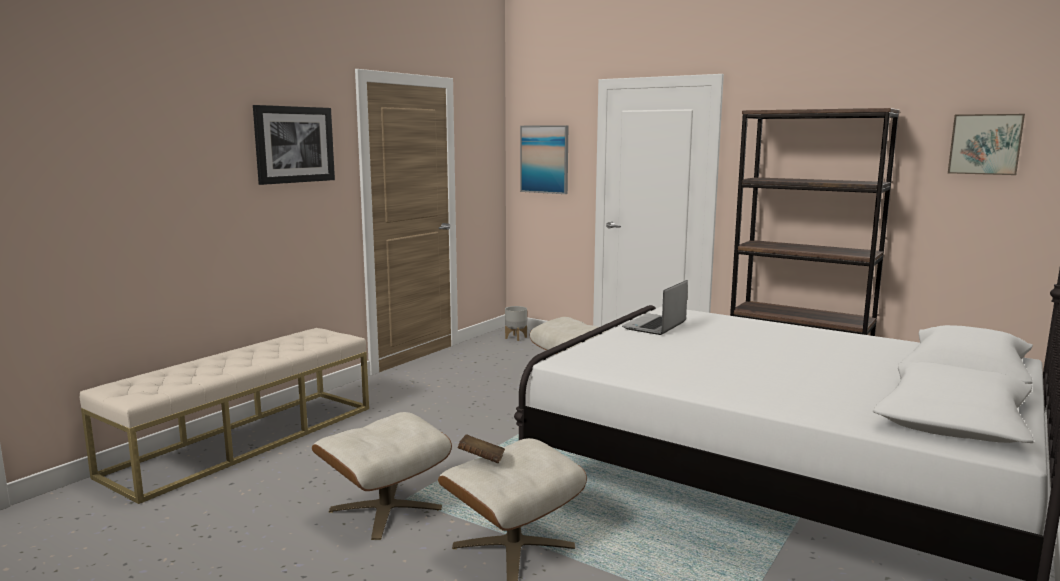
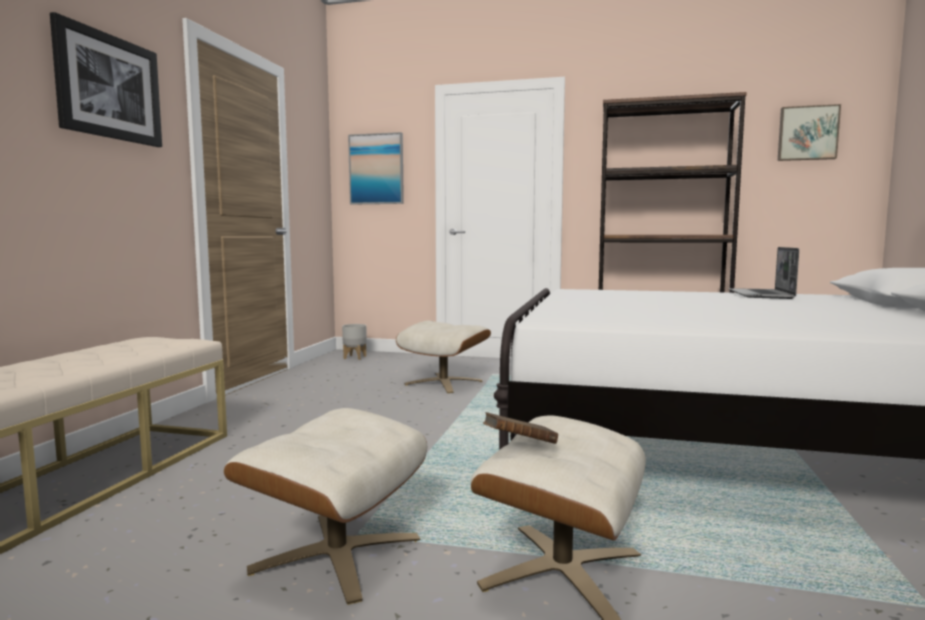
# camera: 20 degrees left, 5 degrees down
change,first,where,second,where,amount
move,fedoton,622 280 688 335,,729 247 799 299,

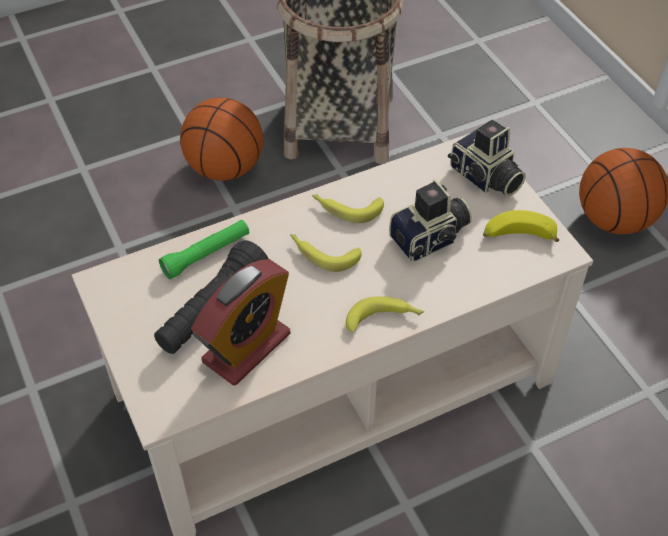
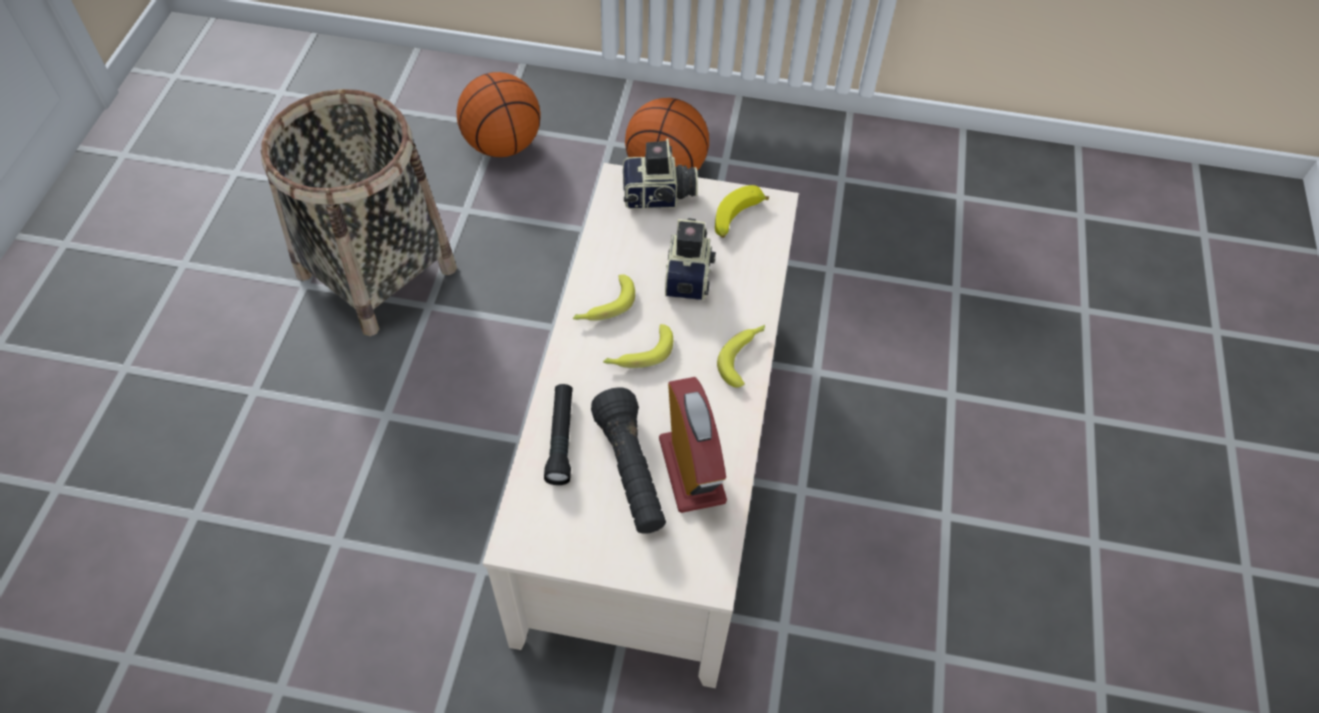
# camera: 55 degrees left, 5 degrees up
change,first,where,second,where,amount
move,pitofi,180 98 263 181,,456 72 541 157,
recolor,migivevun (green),159 220 249 279,migivevun (black),544 384 573 485,

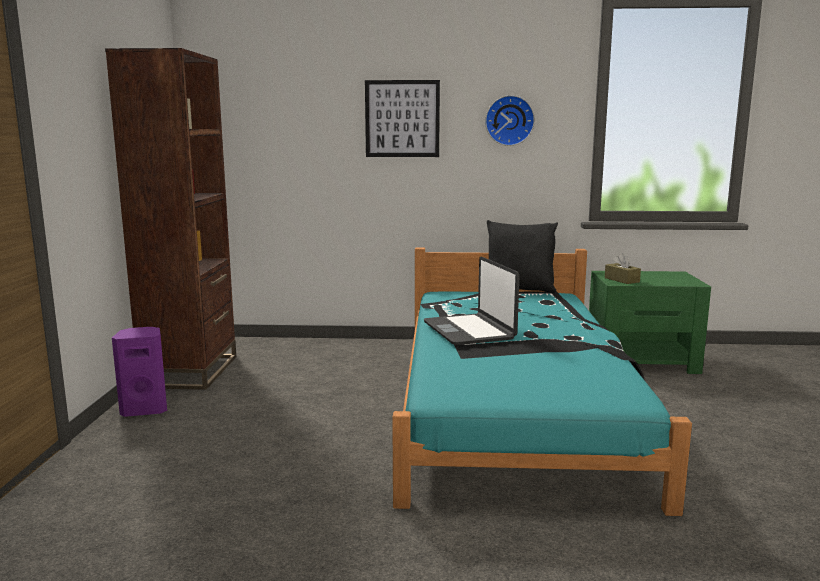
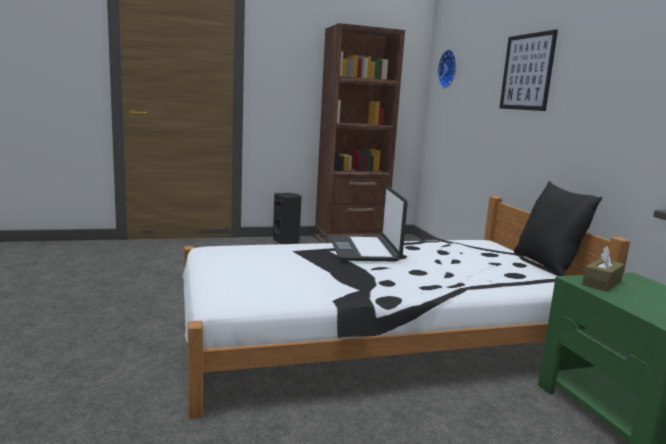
# camera: 70 degrees right, 0 degrees up
change,first,where,second,where,amount
move,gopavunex,485 95 535 146,,437 49 457 88,
recolor,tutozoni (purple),112 327 167 417,tutozoni (black),273 193 301 244,
recolor,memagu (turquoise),392 247 692 516,memagu (white),182 196 630 418,
rotate,fedoton,424 256 520 345,,329 185 408 262,60 degrees counterclockwise

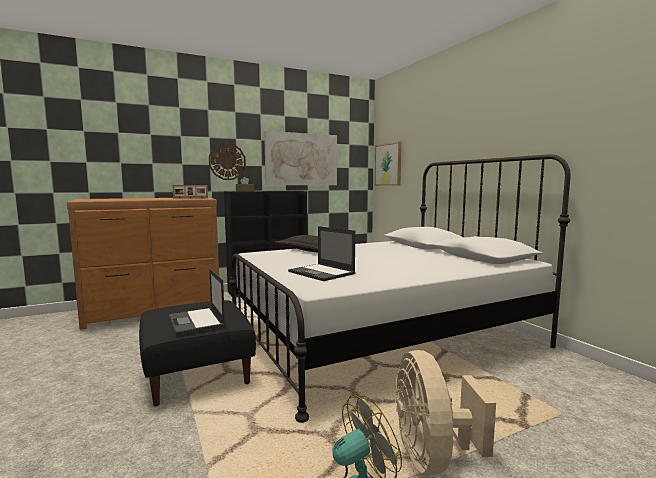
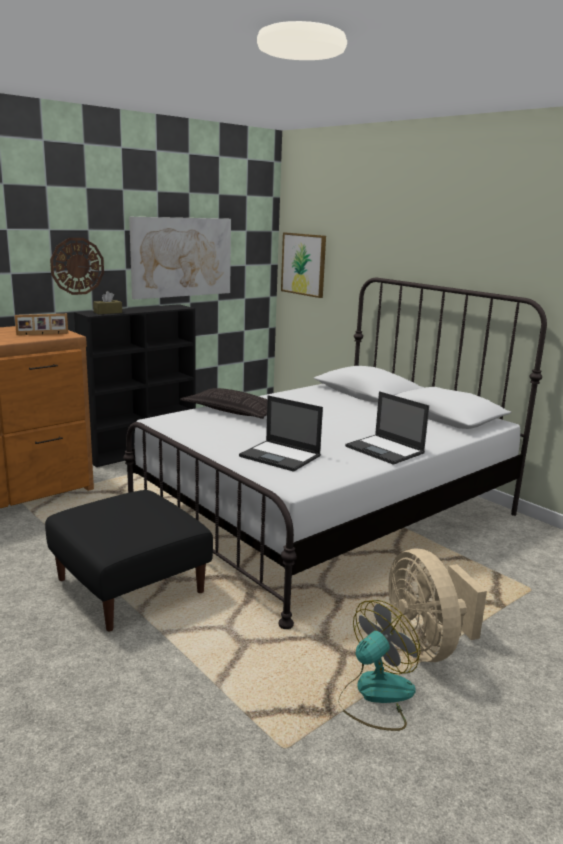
# camera: 15 degrees left, 10 degrees up
change,first,where,second,where,amount
move,fedoton,168 268 226 335,,345 391 429 465,

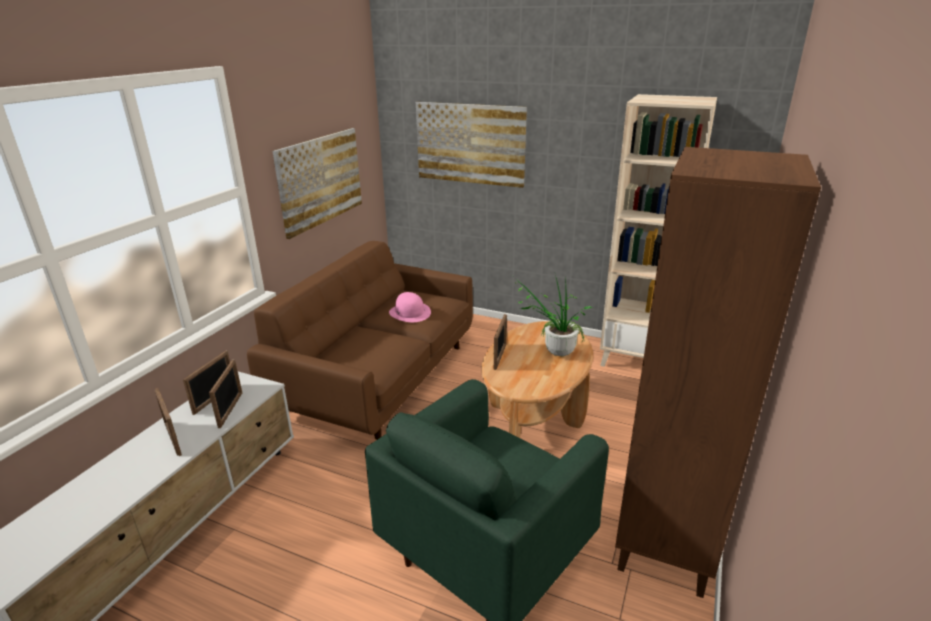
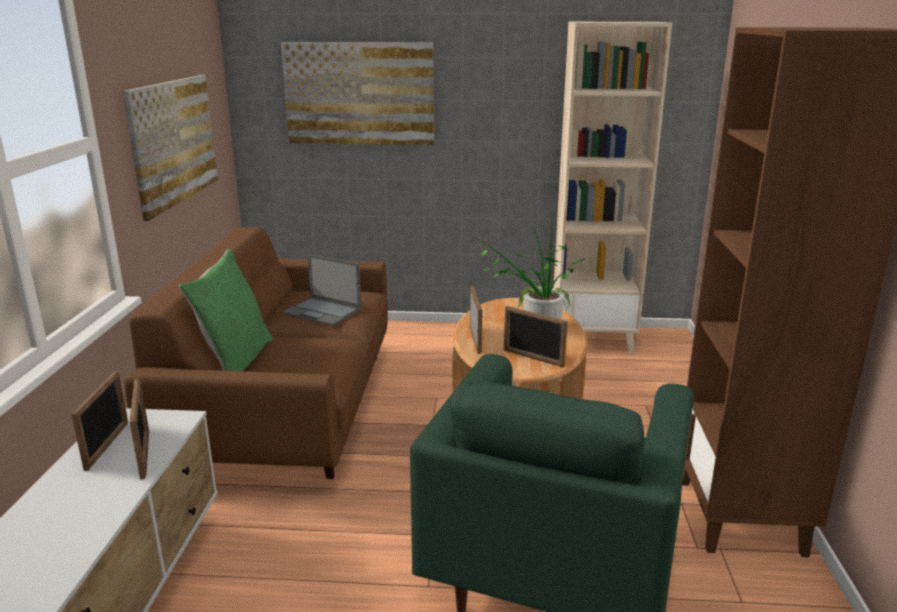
# camera: 20 degrees left, 5 degrees down
change,first,where,second,where,amount
insert,,,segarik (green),179 249 273 371,
move,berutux,155 388 182 456,,504 306 568 367,
replace,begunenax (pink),389 292 431 322,fedoton,282 254 361 326,

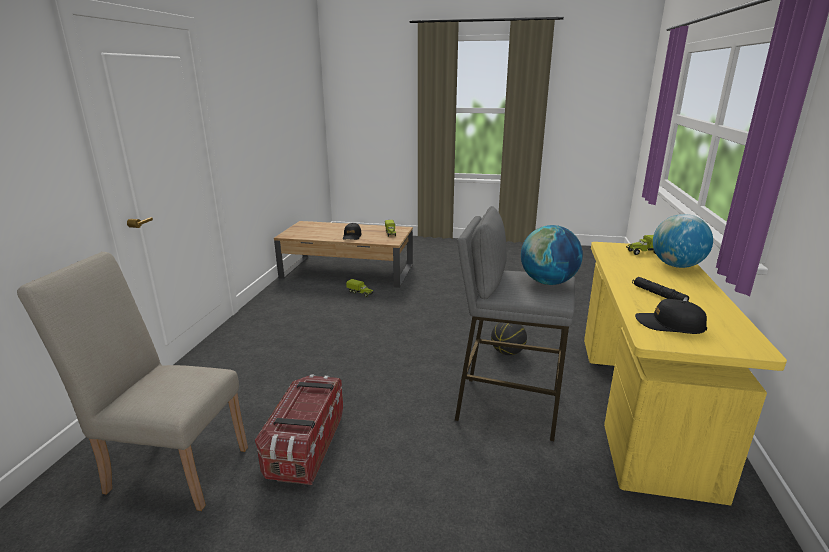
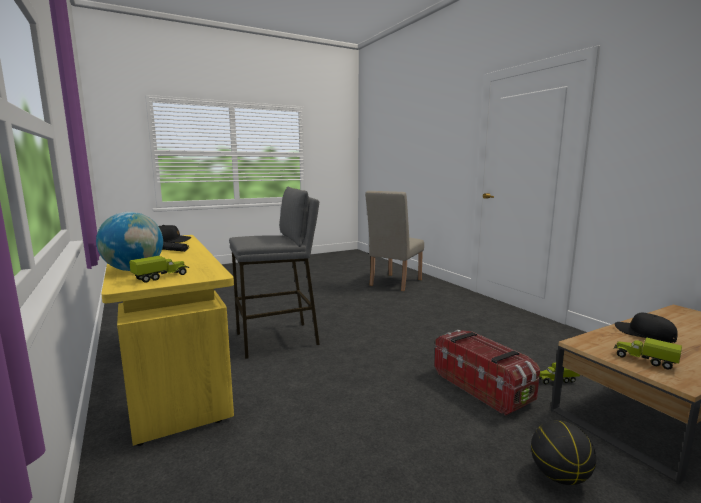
# camera: 140 degrees right, 10 degrees down
change,first,where,second,where,amount
delete,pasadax,521 225 583 285,,,
move,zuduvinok,255 374 343 485,,434 330 540 416,
move,pitofi,491 322 527 355,,531 420 596 485,
rotate,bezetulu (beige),17 252 248 511,,365 191 424 291,150 degrees clockwise

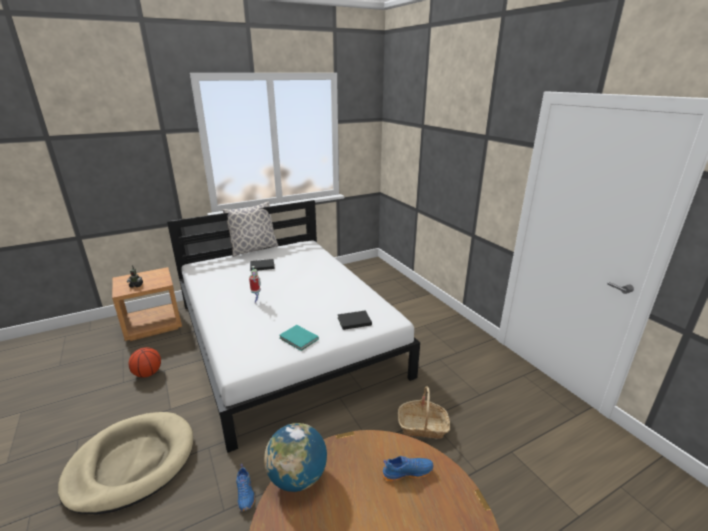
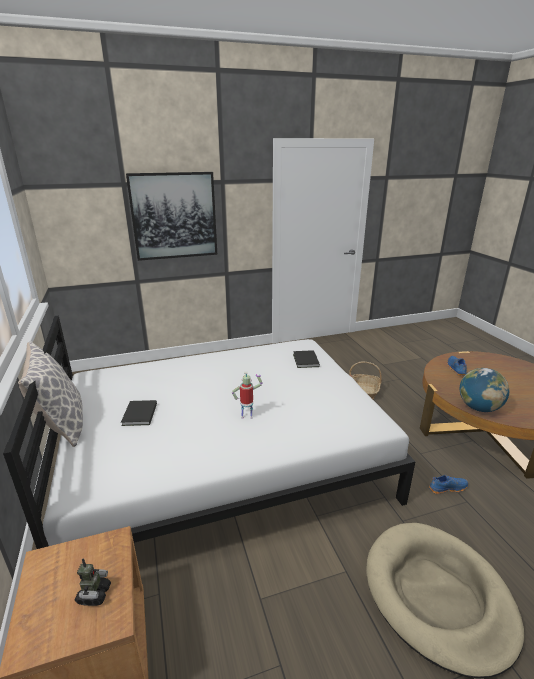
# camera: 80 degrees left, 0 degrees up
change,first,where,second,where,amount
delete,pitofi,128 347 161 378,,,
delete,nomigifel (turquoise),279 325 319 351,,,
insert,,,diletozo,126 172 217 261,

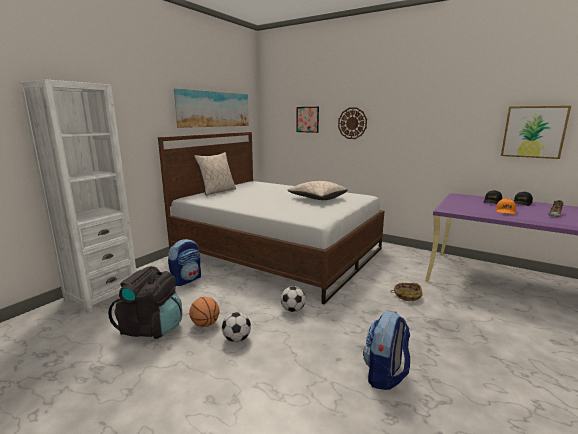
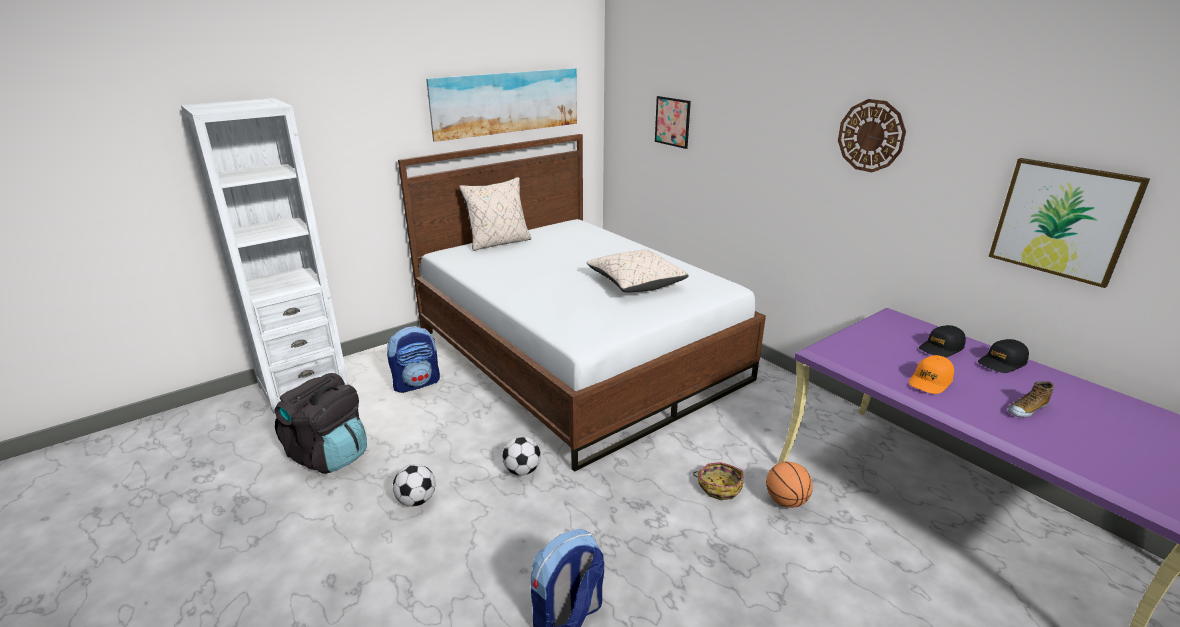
# camera: 20 degrees right, 10 degrees up
change,first,where,second,where,amount
move,pitofi,189 297 220 327,,766 462 813 508,
move,gopavunex,338 108 367 139,,838 99 906 172,

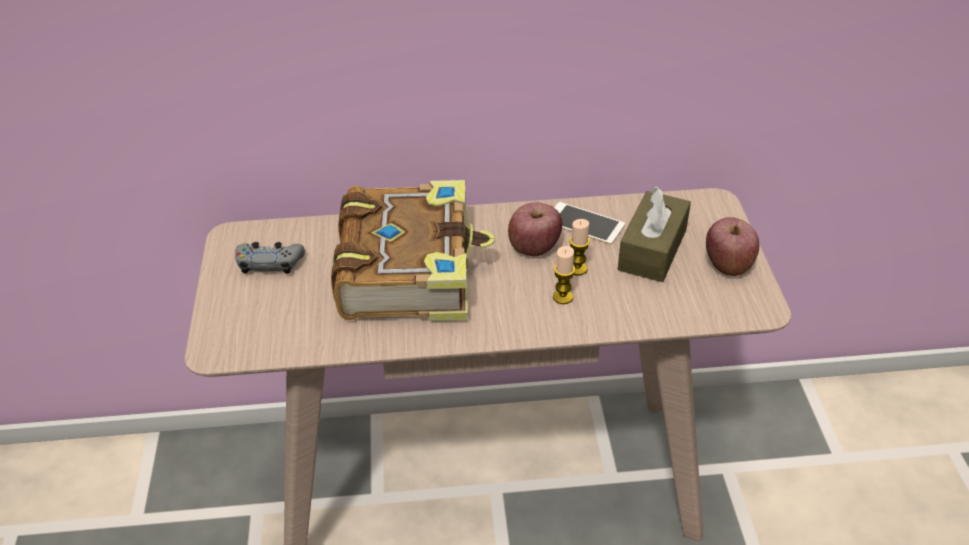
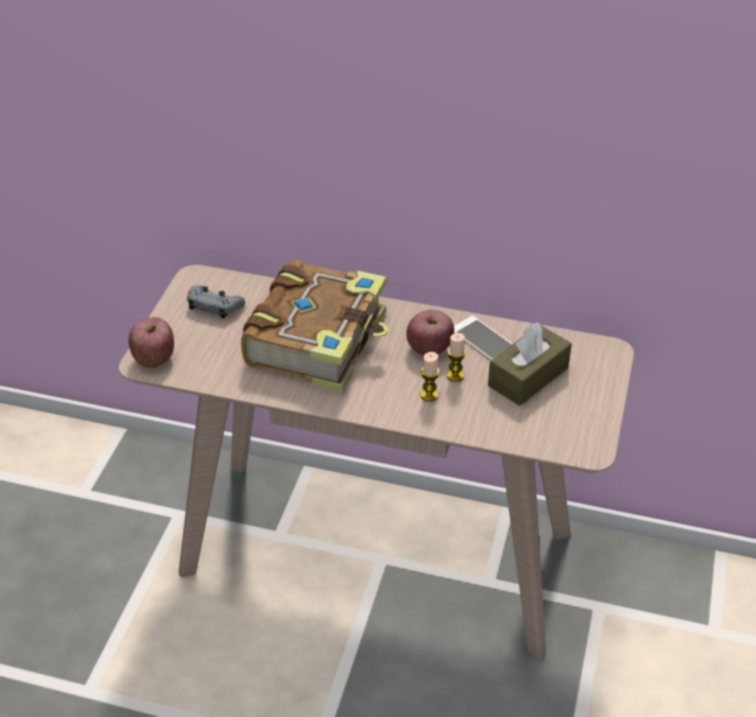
# camera: 20 degrees right, 0 degrees up
change,first,where,second,where,amount
move,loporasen,706 217 759 276,,129 317 174 368,

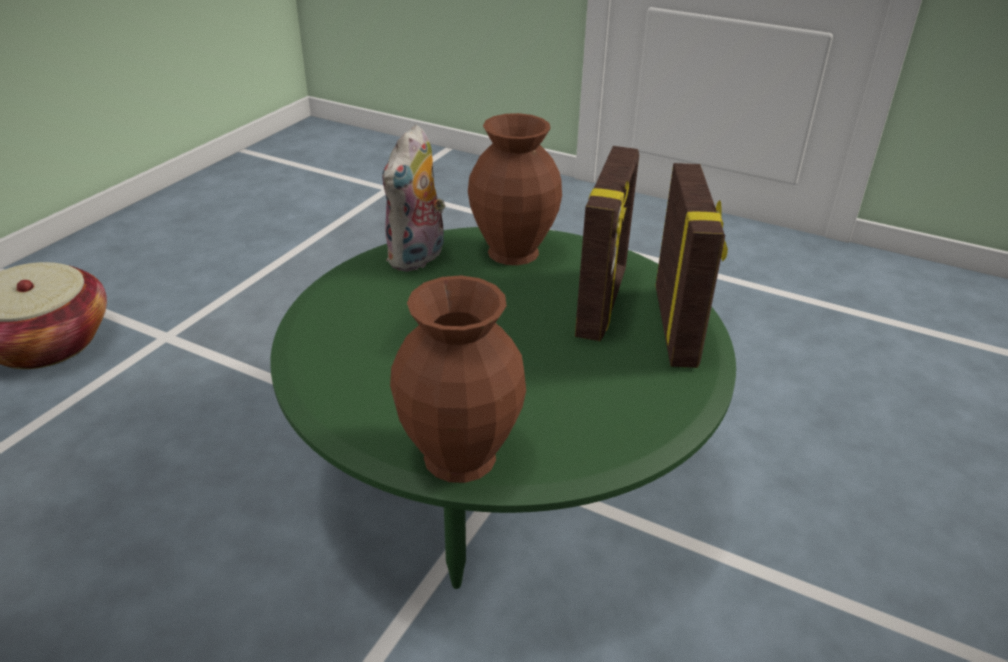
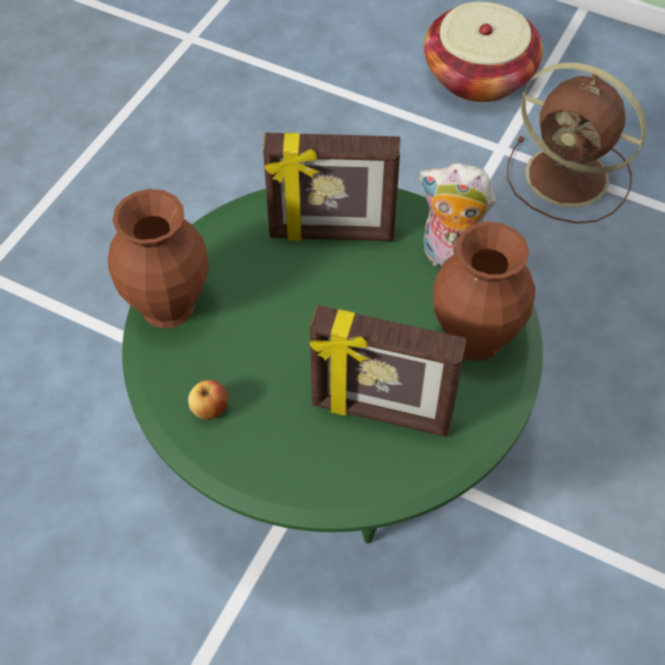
# camera: 90 degrees right, 20 degrees up
change,first,where,second,where,amount
insert,,,loporasen,188 380 228 420,
insert,,,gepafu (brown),507 62 646 224,
move,berutux,655 163 728 368,,263 133 400 241,

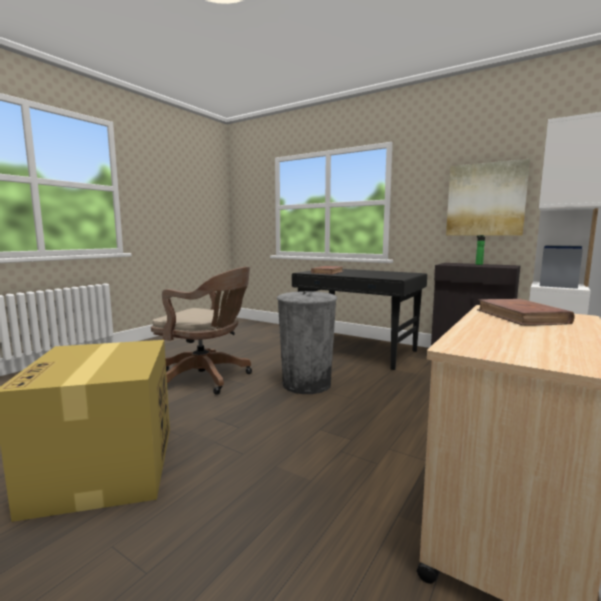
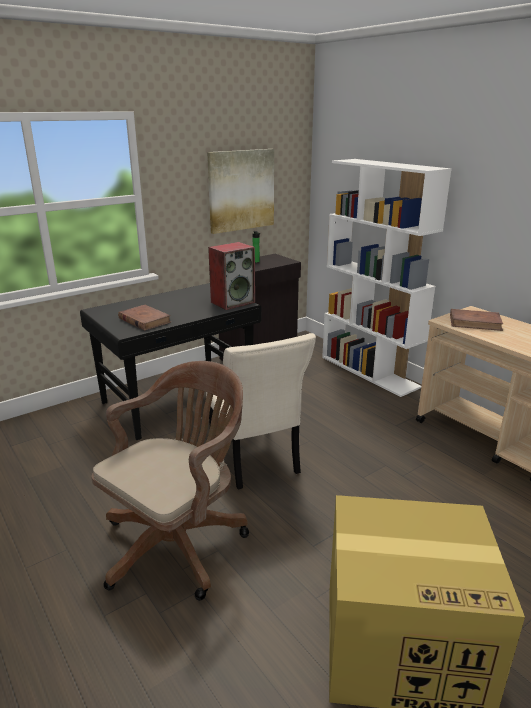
# camera: 70 degrees left, 15 degrees up
change,first,where,second,where,amount
insert,,,tutozoni,208 242 255 310,
replace,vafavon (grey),277 291 337 394,bezetulu (beige),206 333 316 490,

